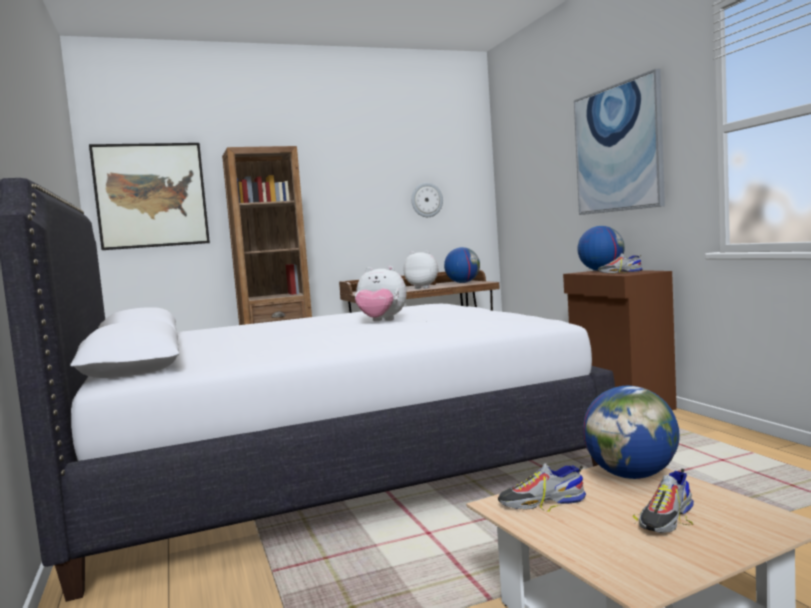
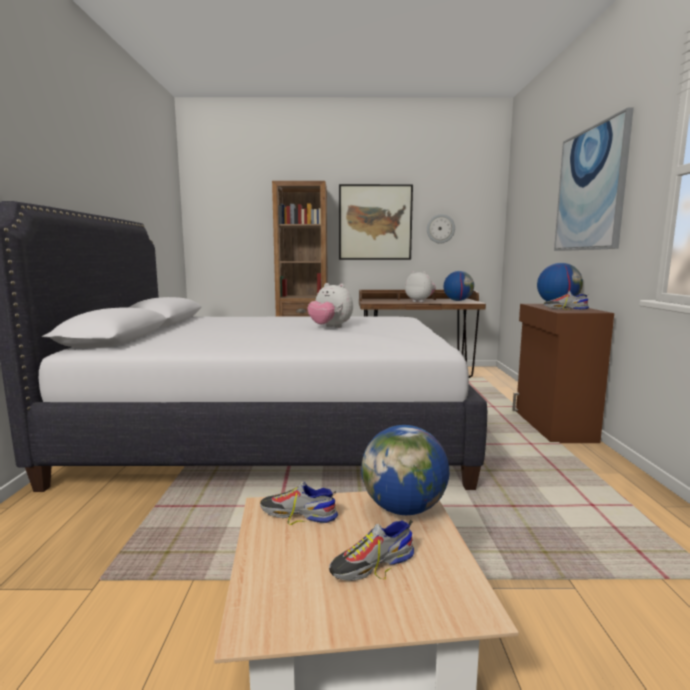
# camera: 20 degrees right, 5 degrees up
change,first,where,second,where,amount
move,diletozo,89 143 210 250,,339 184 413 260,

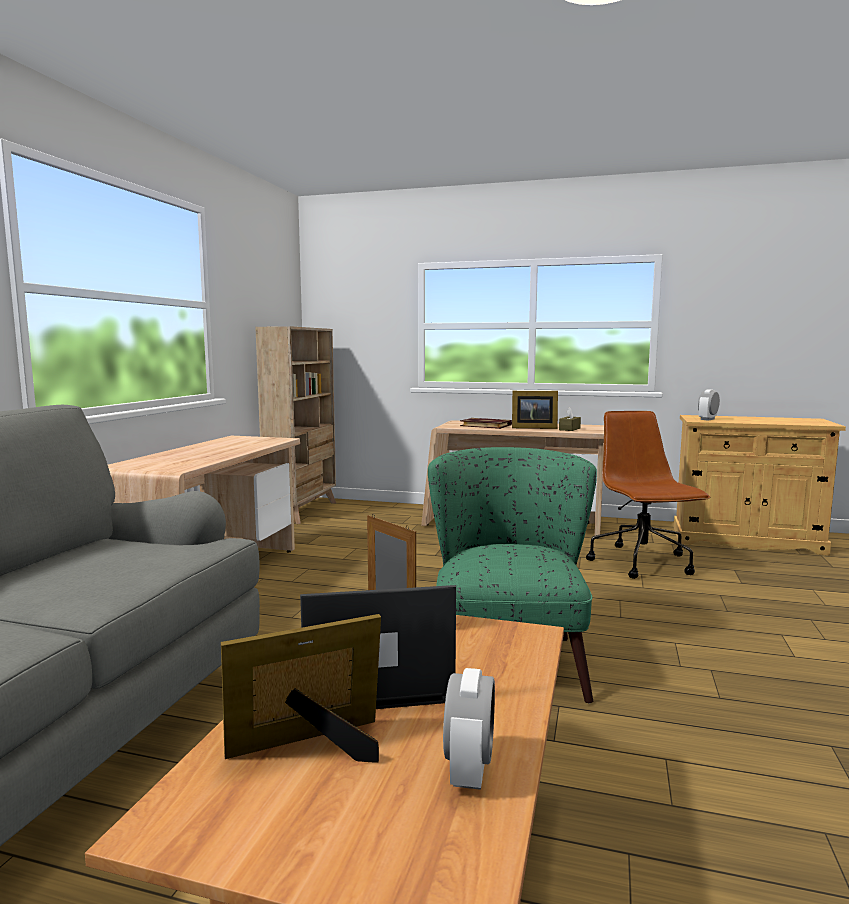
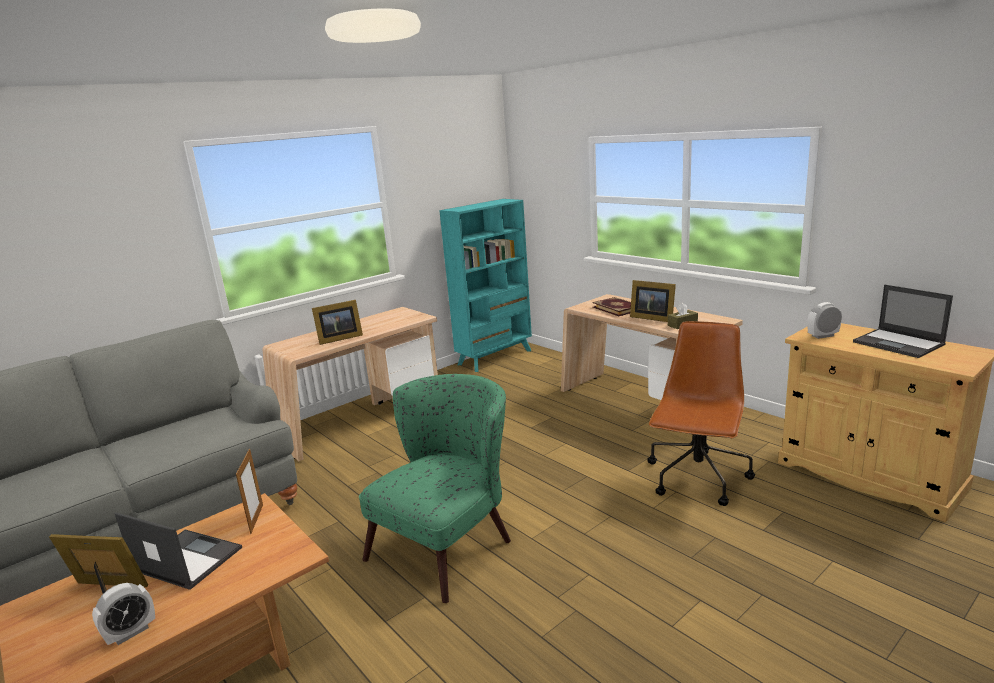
# camera: 35 degrees right, 10 degrees up
change,first,where,second,where,amount
insert,,,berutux,312 300 363 345,
insert,,,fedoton,853 284 953 358,
recolor,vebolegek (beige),255 326 336 524,vebolegek (turquoise),439 199 532 372,

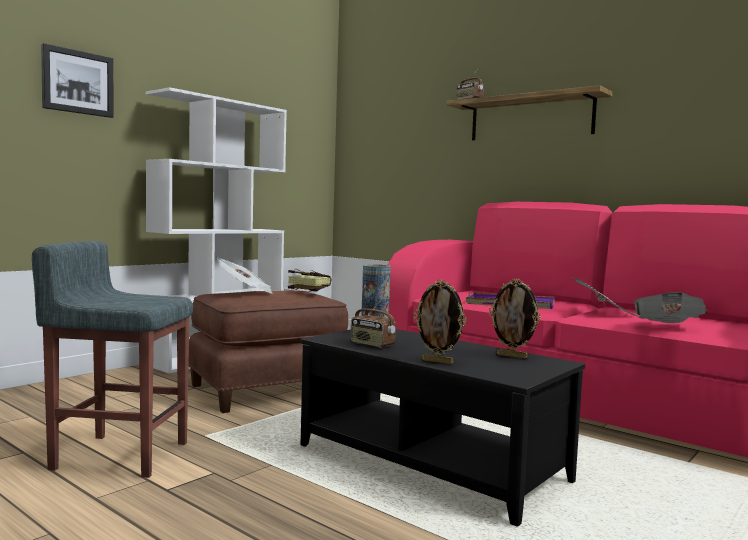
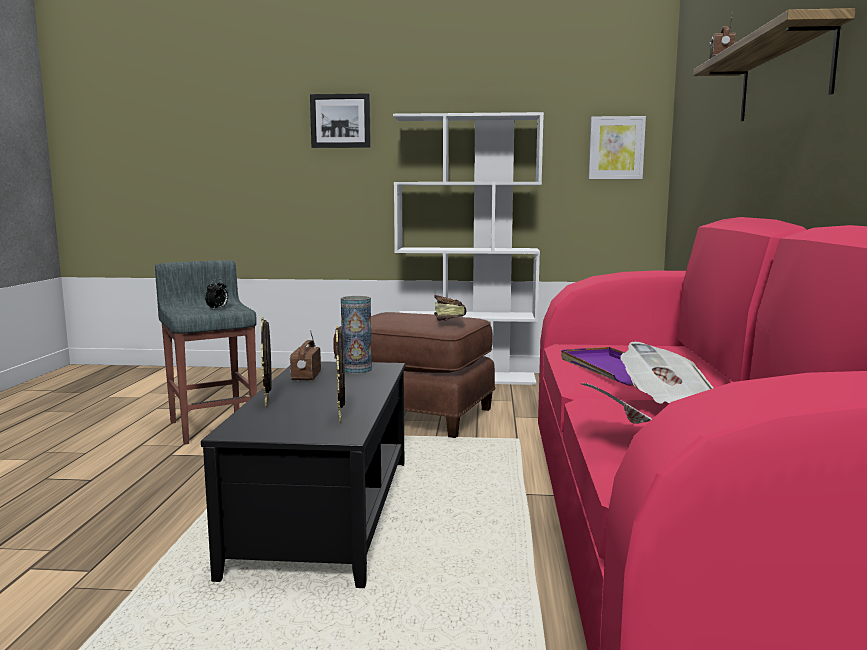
# camera: 55 degrees right, 5 degrees up
change,first,where,second,where,amount
delete,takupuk,216 257 273 294,,,
insert,,,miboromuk,205 278 228 310,
insert,,,diletozo,588 116 646 179,

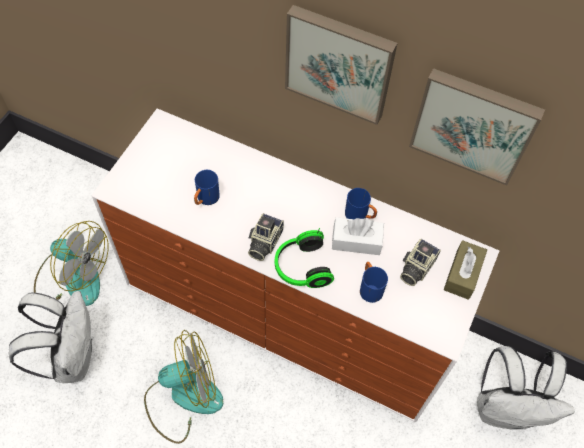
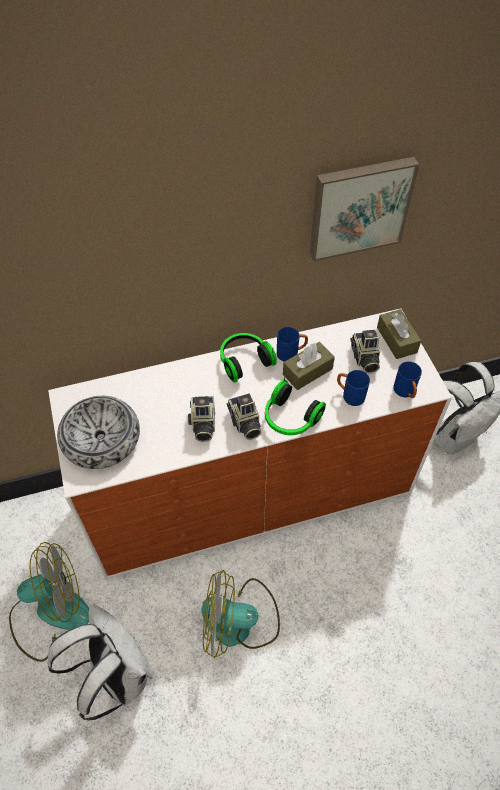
# camera: 40 degrees left, 5 degrees down
change,first,where,second,where,amount
delete,diletozo,285 5 398 125,,,
insert,,,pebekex,57 396 140 469,
insert,,,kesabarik,188 396 216 442,
insert,,,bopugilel,220 333 277 383,
move,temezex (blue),194 170 220 205,,393 361 422 398,
recolor,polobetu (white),332 217 384 255,polobetu (brown),283 342 335 390,
rotate,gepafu,144 330 224 444,,202 570 280 658,120 degrees counterclockwise

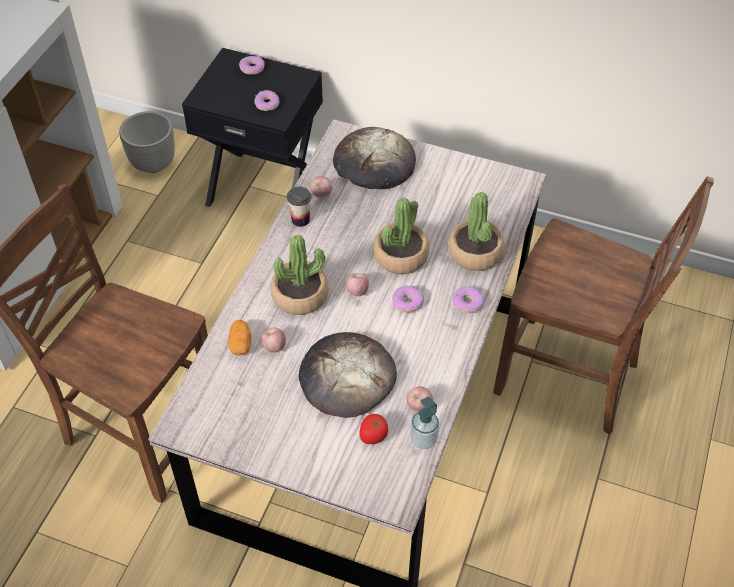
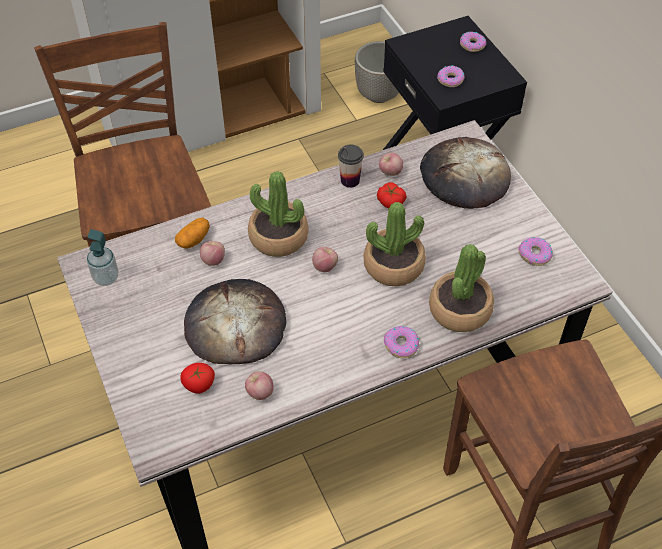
# camera: 45 degrees right, 0 degrees up
change,first,where,second,where,amount
insert,,,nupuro,377 182 407 208,
move,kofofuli,392 285 424 312,,518 237 553 266,
move,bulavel,410 397 439 449,,87 229 118 286,

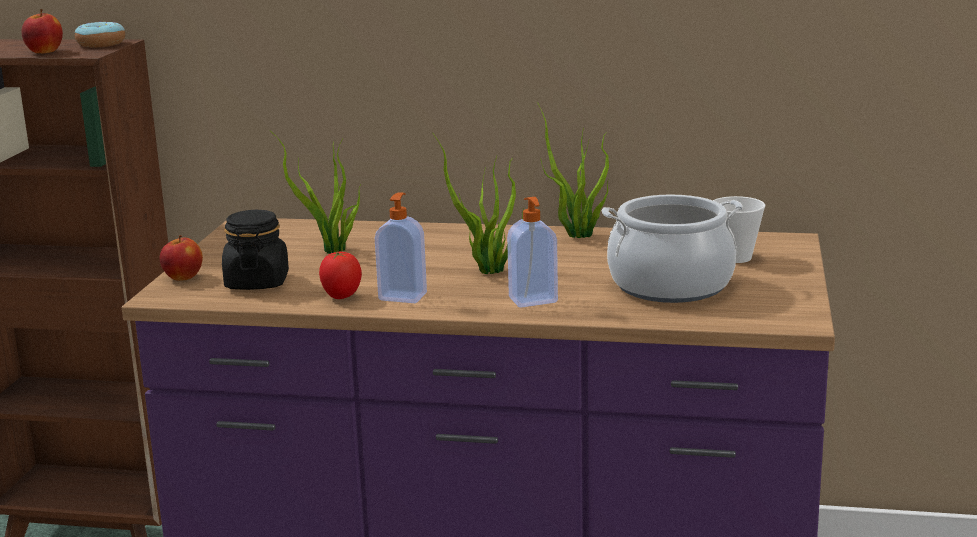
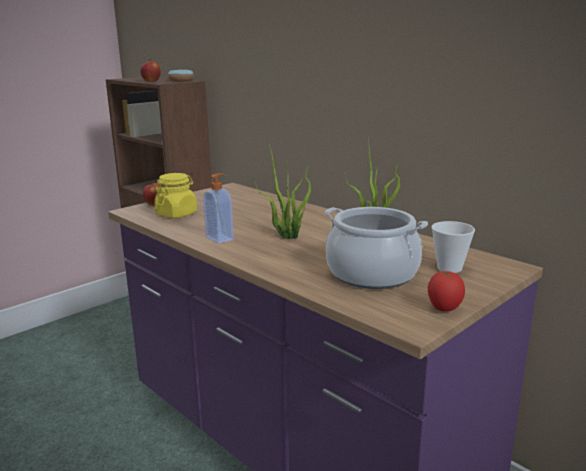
# camera: 35 degrees right, 0 degrees up
change,first,where,second,where,amount
delete,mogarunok,270 131 361 254,,,
delete,bulavel,507 197 558 308,,,
move,nupuro,319 252 362 299,,428 271 465 312,
recolor,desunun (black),222 210 289 290,desunun (yellow),154 173 197 218,

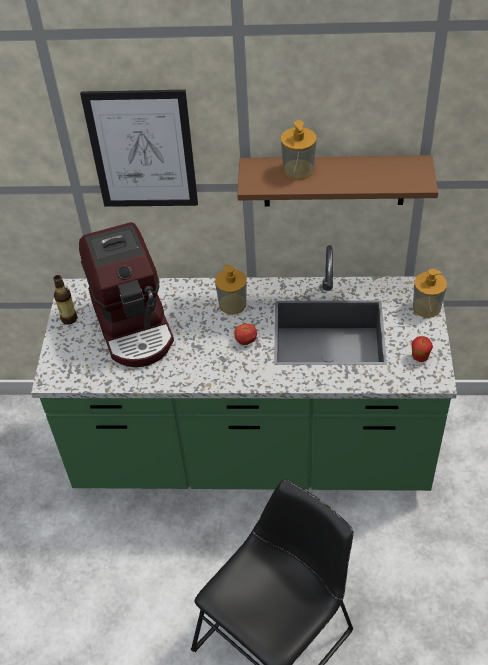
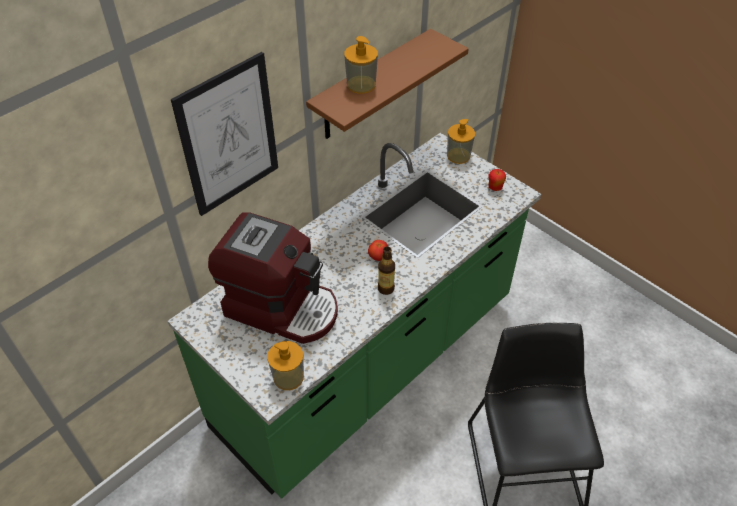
# camera: 50 degrees left, 0 degrees up
change,first,where,second,where,amount
move,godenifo,53 275 77 325,,378 246 395 295,
move,bulavel,215 264 247 314,,267 341 304 390,

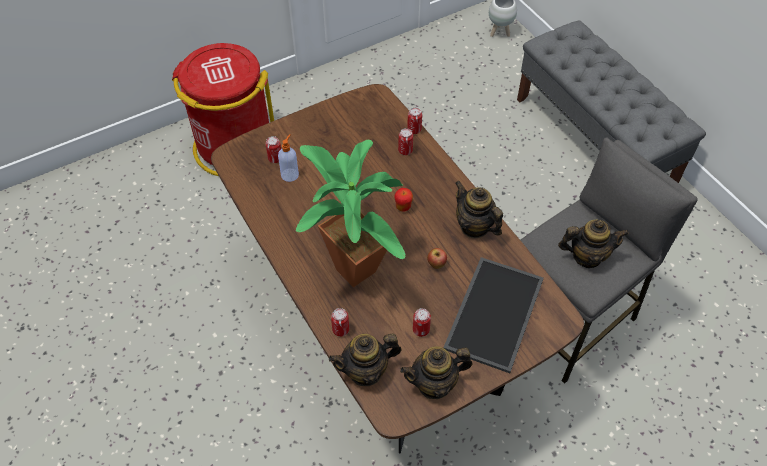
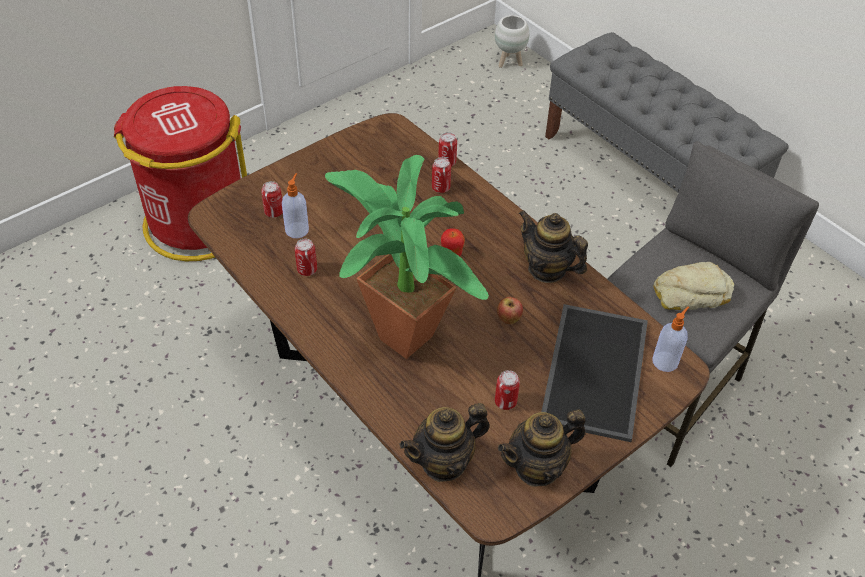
# camera: 10 degrees left, 5 degrees down
change,first,where,second,where,amount
insert,,,bulavel,652 307 689 372,
move,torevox,331 308 349 337,,295 239 317 276,
replace,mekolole,558 220 629 268,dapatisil,653 262 734 310,

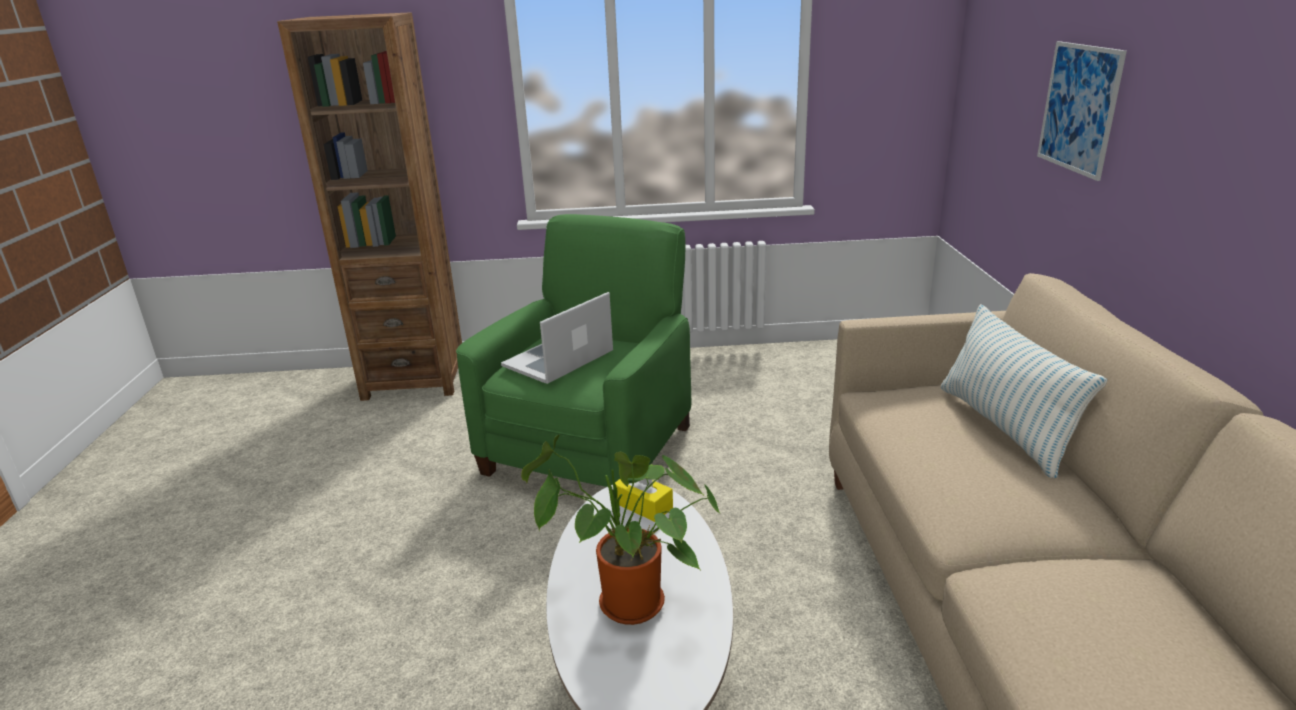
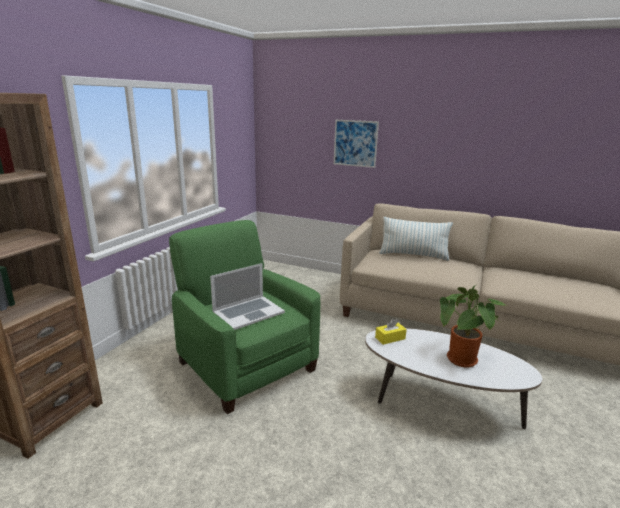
# camera: 65 degrees left, 5 degrees down
change,first,where,second,where,amount
rotate,fedoton,501 292 613 384,,210 263 285 330,105 degrees counterclockwise

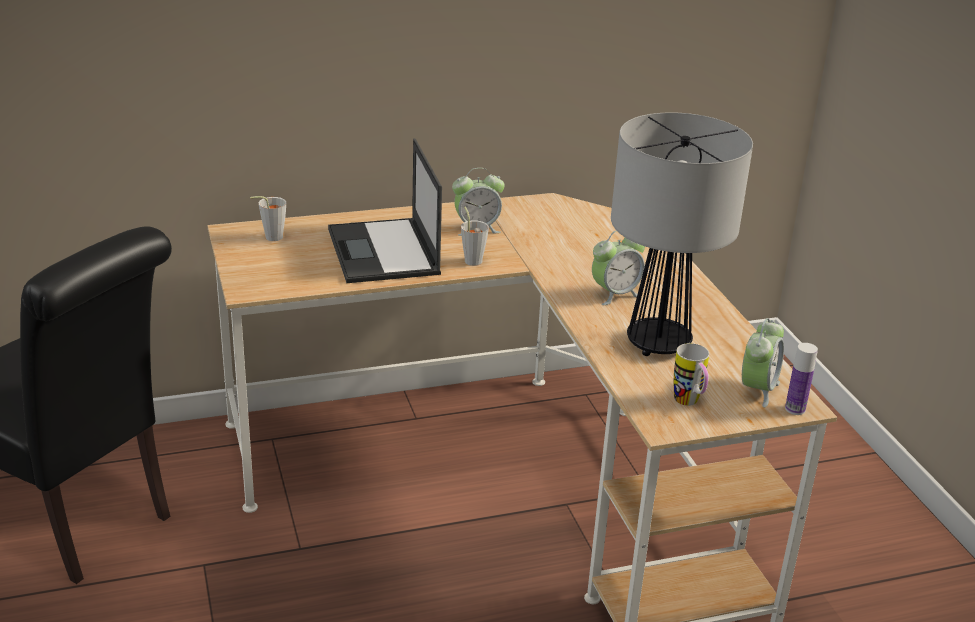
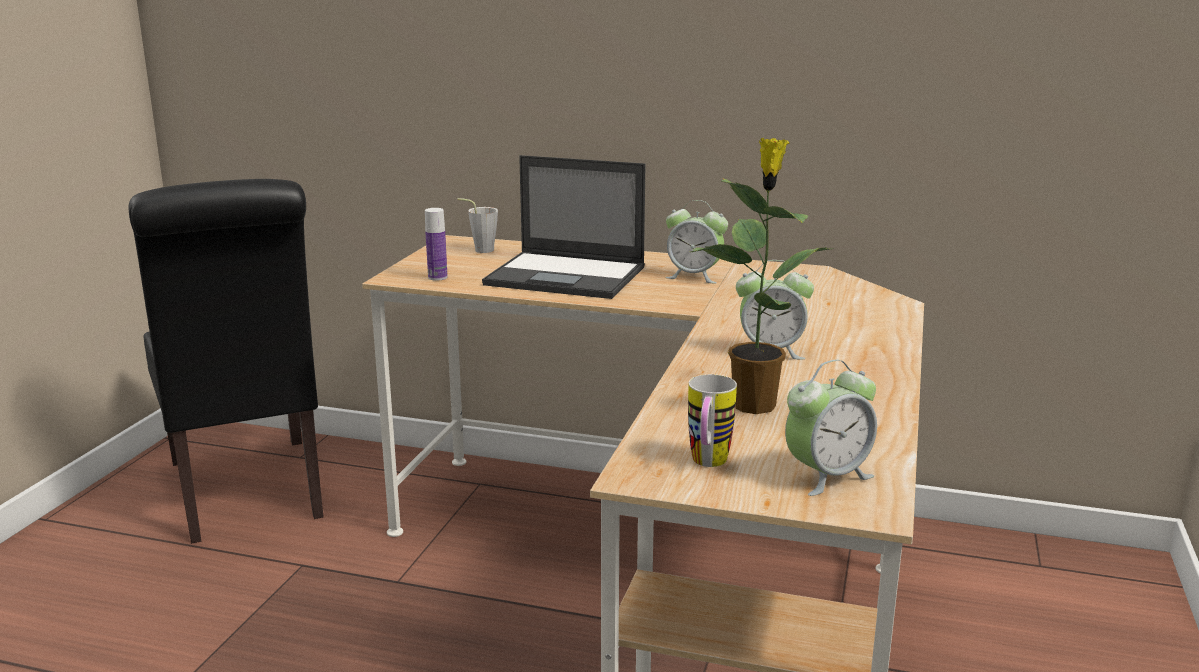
# camera: 35 degrees right, 10 degrees down
change,first,where,second,where,amount
delete,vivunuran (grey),461 206 489 266,,,
move,godenifo,785 343 818 415,,425 208 447 281,
replace,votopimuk,611 113 753 356,mogarunok,691 138 833 414,
rotate,fedoton,328 138 442 283,,482 155 646 299,90 degrees counterclockwise

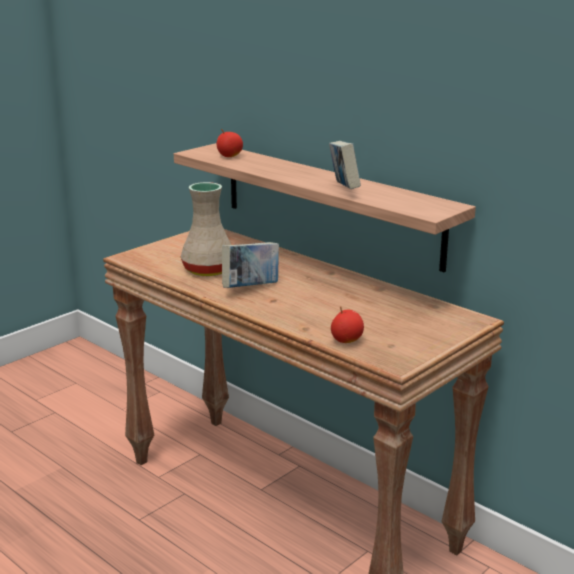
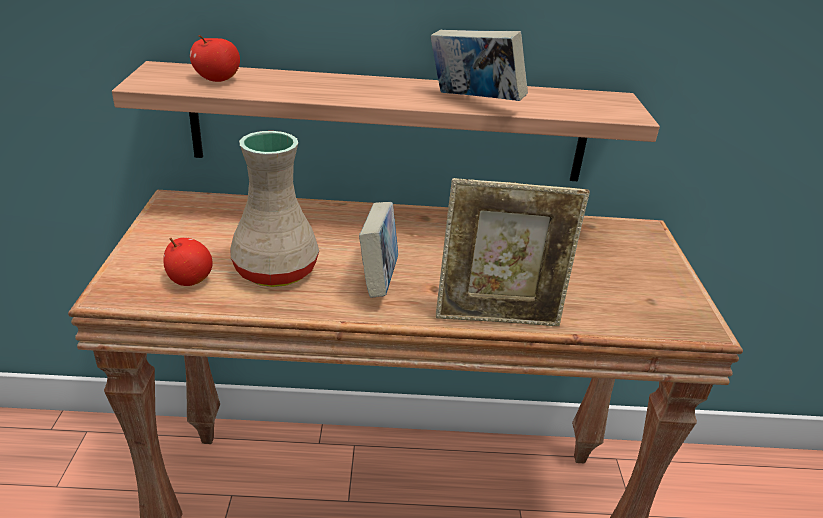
# camera: 45 degrees left, 10 degrees up
change,first,where,second,where,amount
insert,,,berutux,436 178 590 326,
move,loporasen,331 306 364 343,,163 237 213 286,

